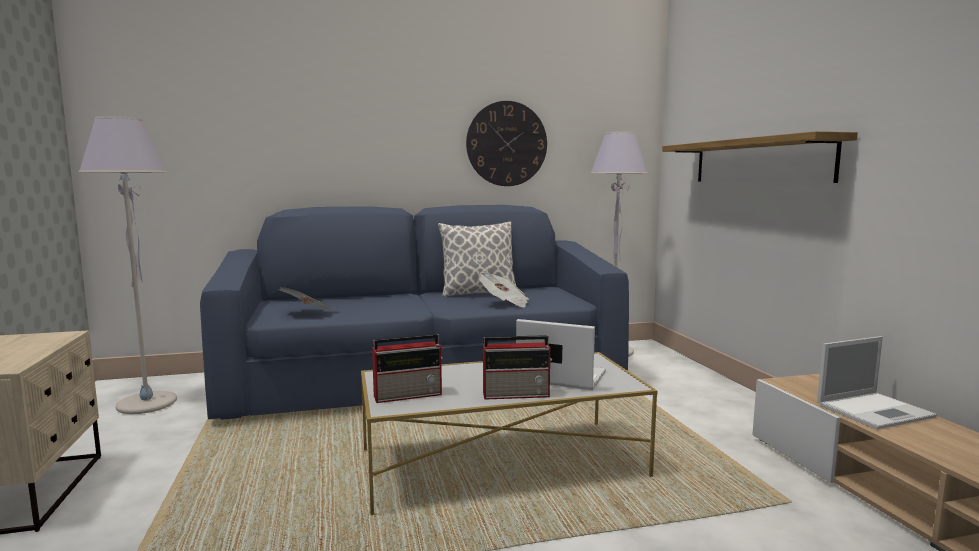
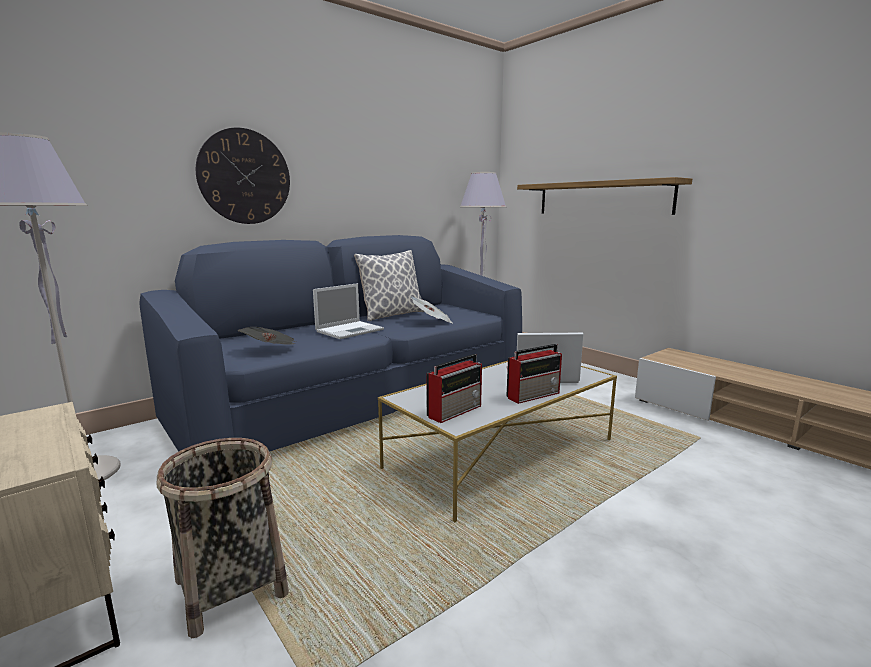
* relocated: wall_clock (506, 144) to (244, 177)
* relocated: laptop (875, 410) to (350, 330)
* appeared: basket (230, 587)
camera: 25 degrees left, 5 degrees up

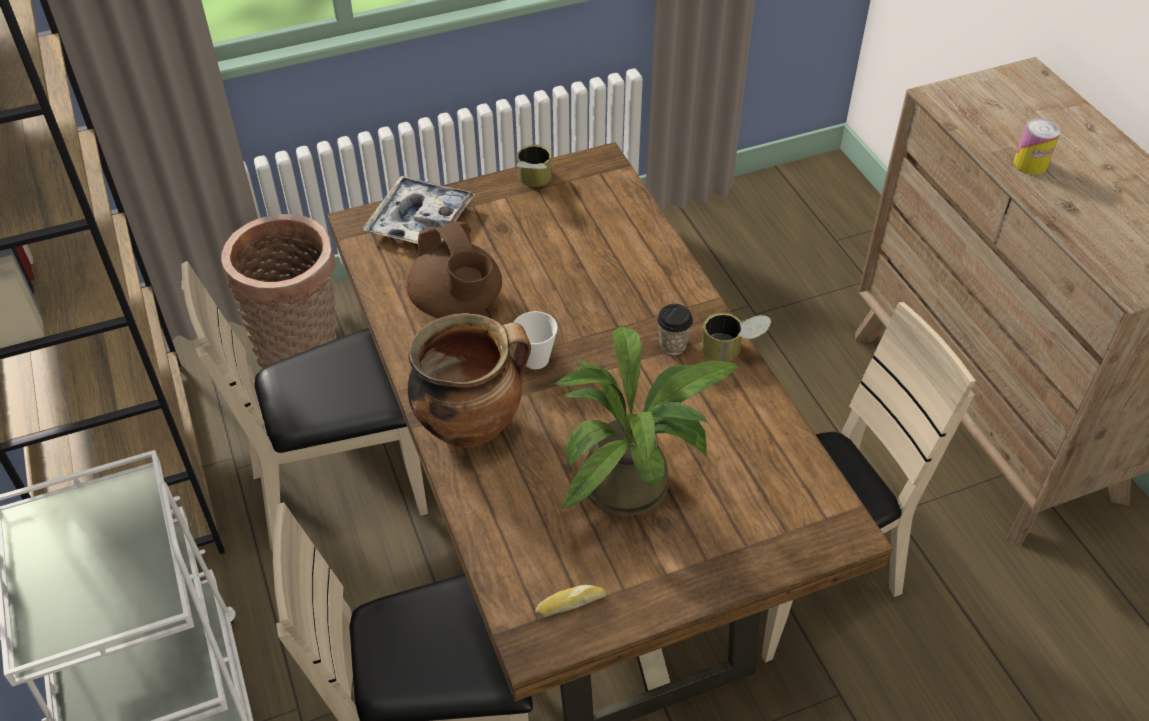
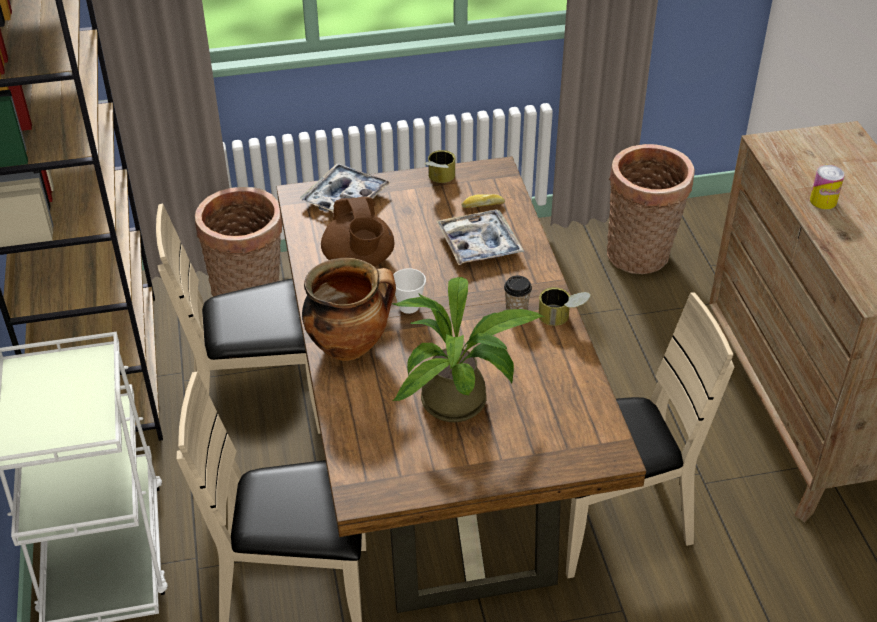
* relocated: bread (570, 604) to (482, 205)
* appeared: basket (641, 257)
* appeared: tray (479, 244)
camera: 10 degrees right, 5 degrees down

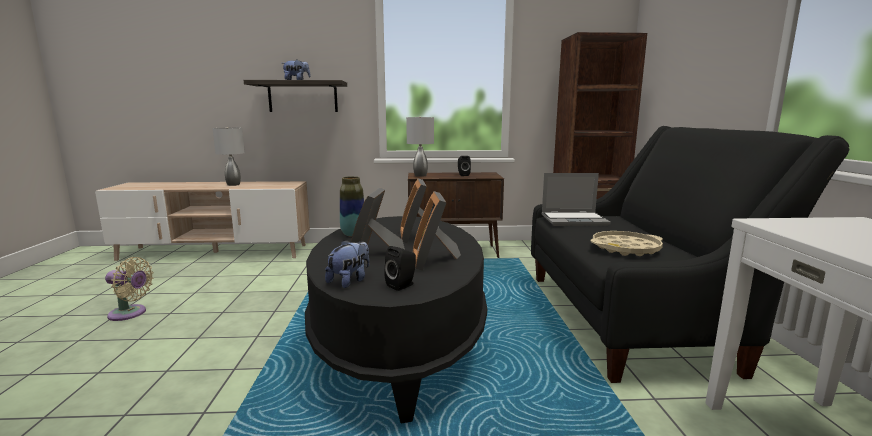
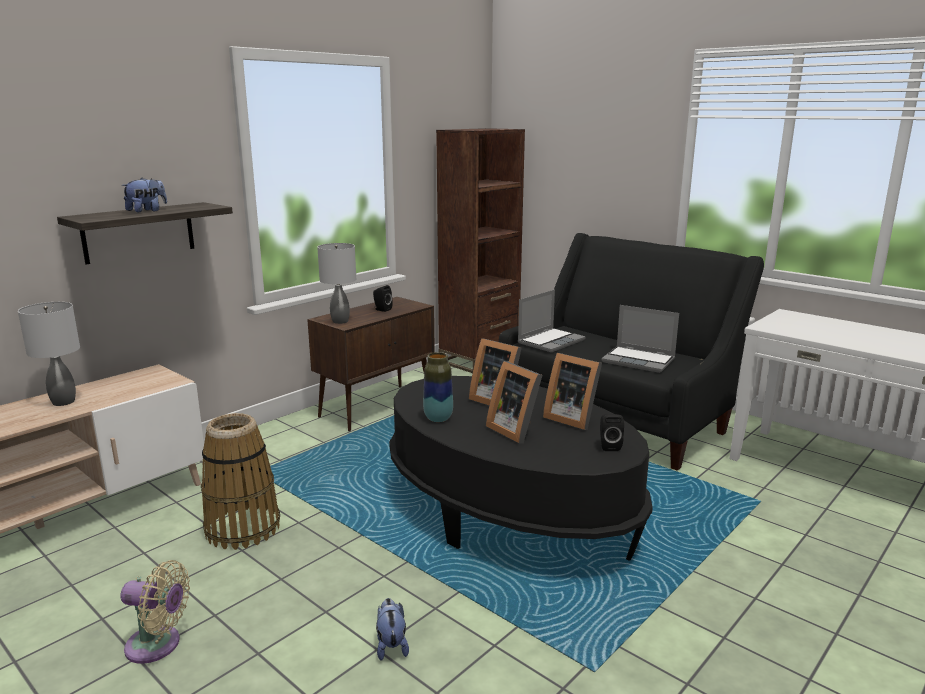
* exchanged: beige_tray (625, 248) to laptop (639, 361)
* relocated: plush_toy (350, 281) to (391, 645)
* spun: beige_fan (130, 314) = (158, 645) 45 degrees clockwise
* appeared: basket (243, 528)
camera: 45 degrees left, 5 degrees up

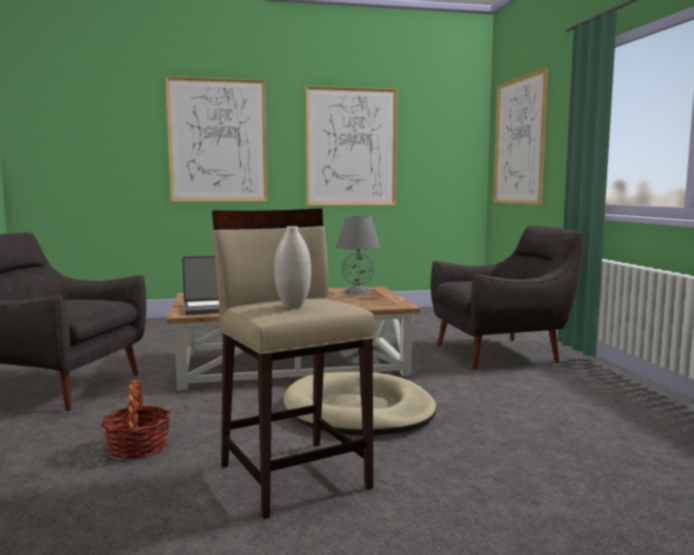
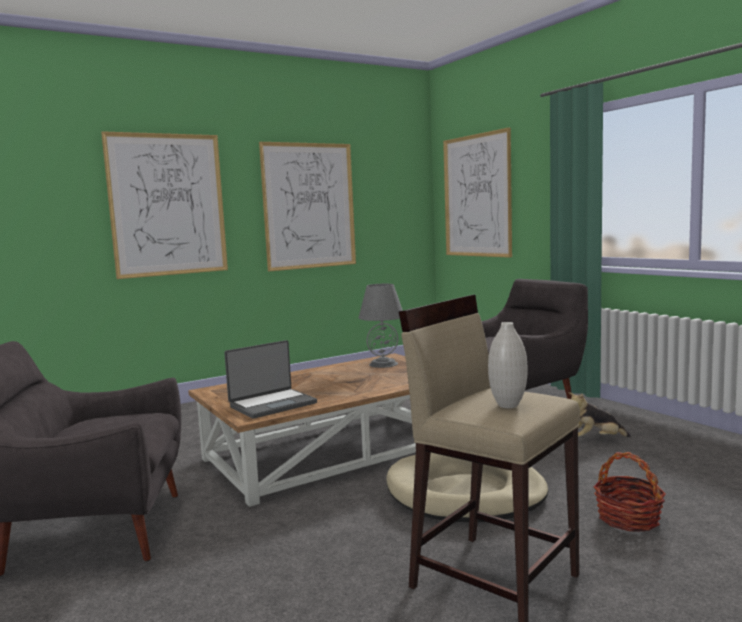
* relocated: basket (138, 447) to (628, 518)
* appeared: plush_toy (596, 439)
camera: 20 degrees left, 0 degrees up

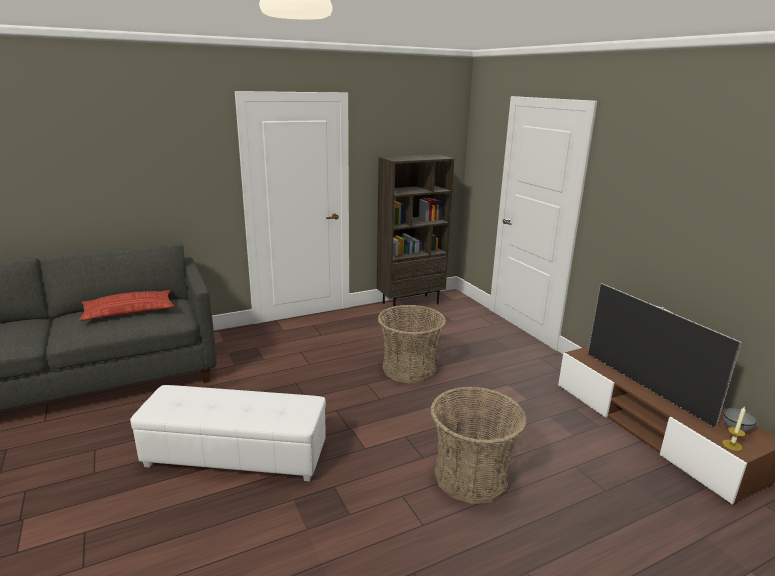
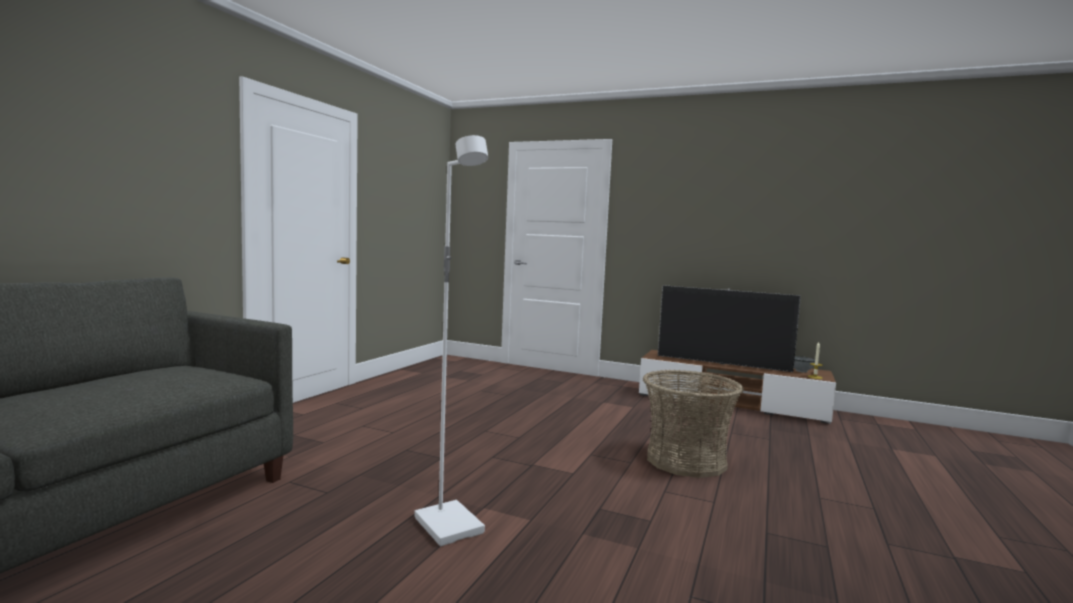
* missing: brown_bookcase (410, 303)
* missing: pillow (129, 311)
* missing: basket (409, 369)
* exchanged: white_ottoman (237, 455) to white_floor_lamp (450, 526)
camera: 40 degrees left, 15 degrees down

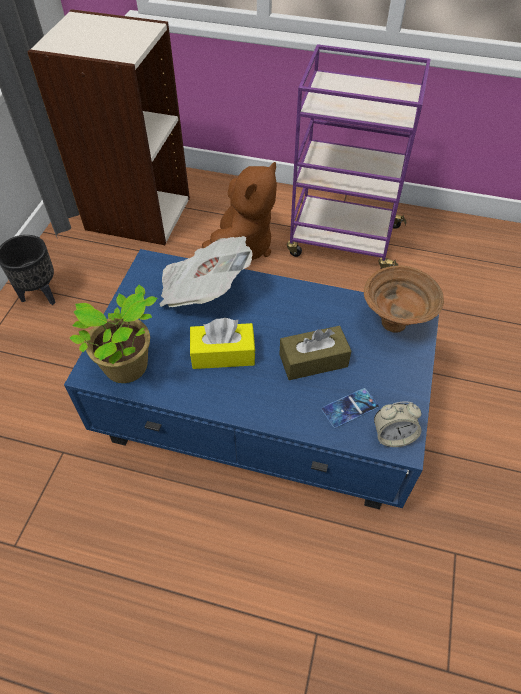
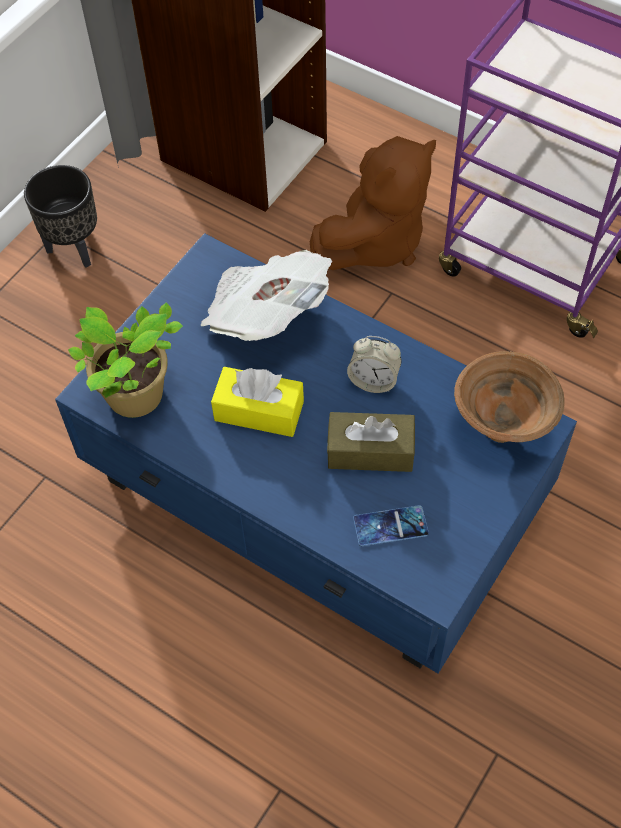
* relocated: alarm_clock (392, 436) to (374, 380)
camera: 20 degrees right, 5 degrees up

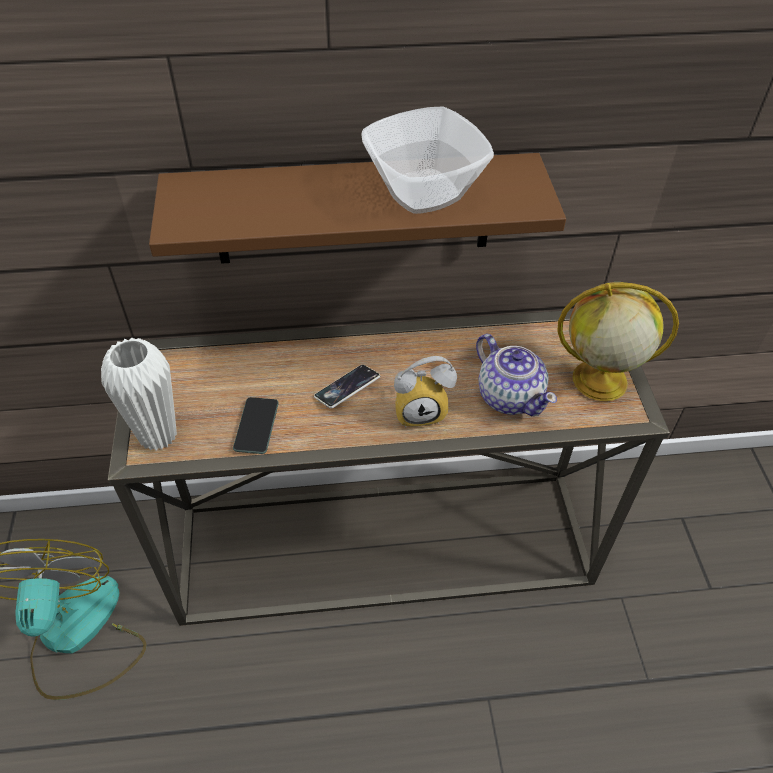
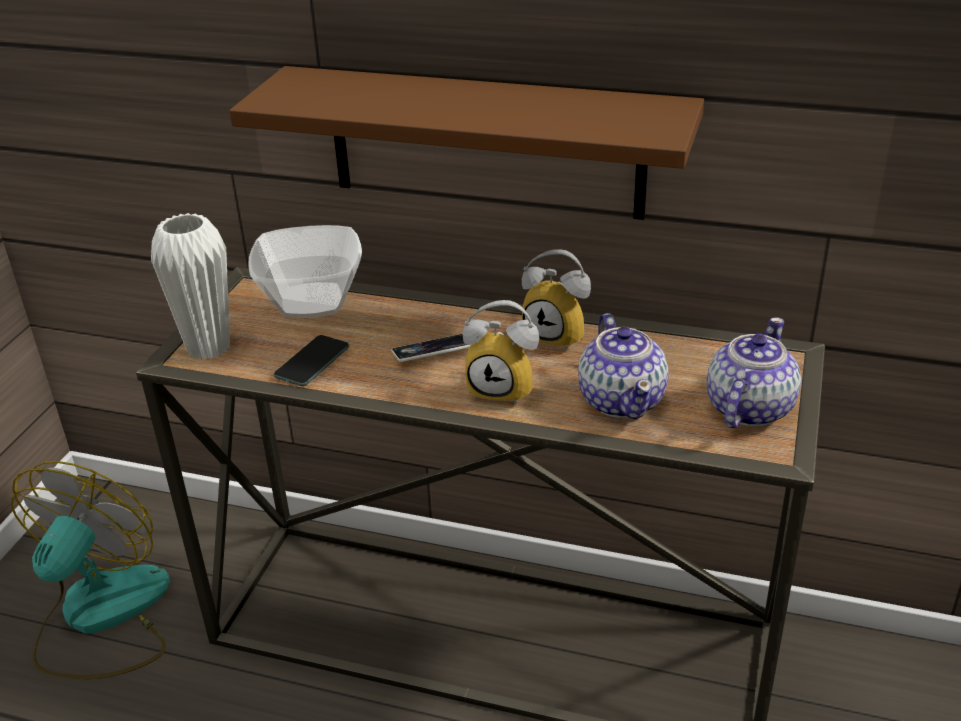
* relocated: bowl (423, 193) to (310, 302)
* exchanged: globe (597, 380) to teapot (748, 409)
* appeared: alarm_clock (559, 336)
camera: 25 degrees right, 15 degrees down

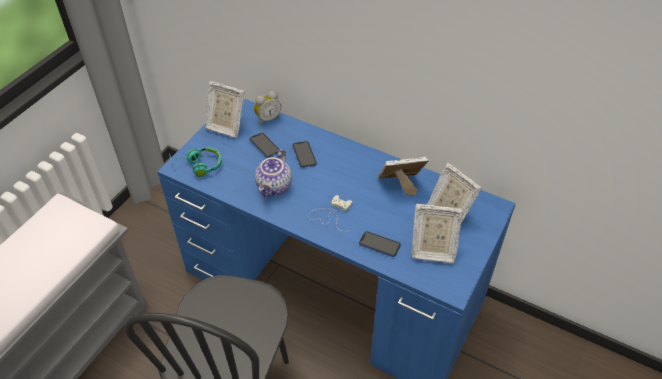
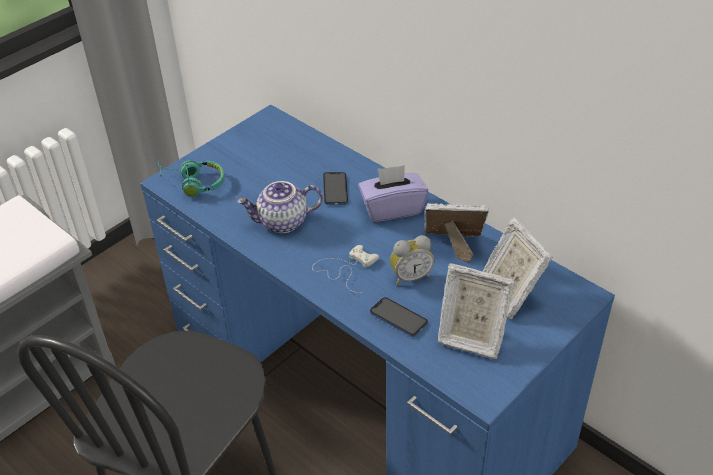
* missing: picture_frame (226, 126)
* relocated: alarm_clock (267, 118) to (410, 277)
* missing: phone (264, 146)
* spun: teapot (275, 187) = (282, 223) 45 degrees clockwise
* appeared: purple_tissue_box (392, 208)
camera: 15 degrees right, 5 degrees down

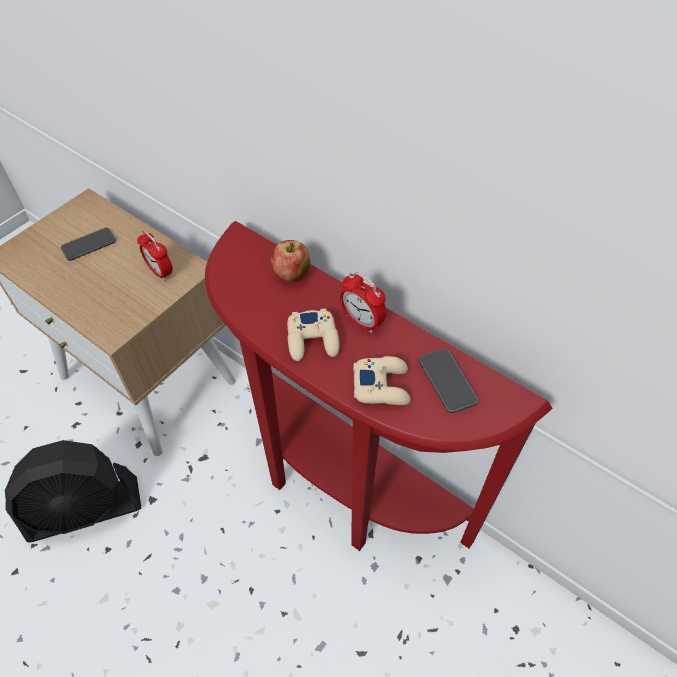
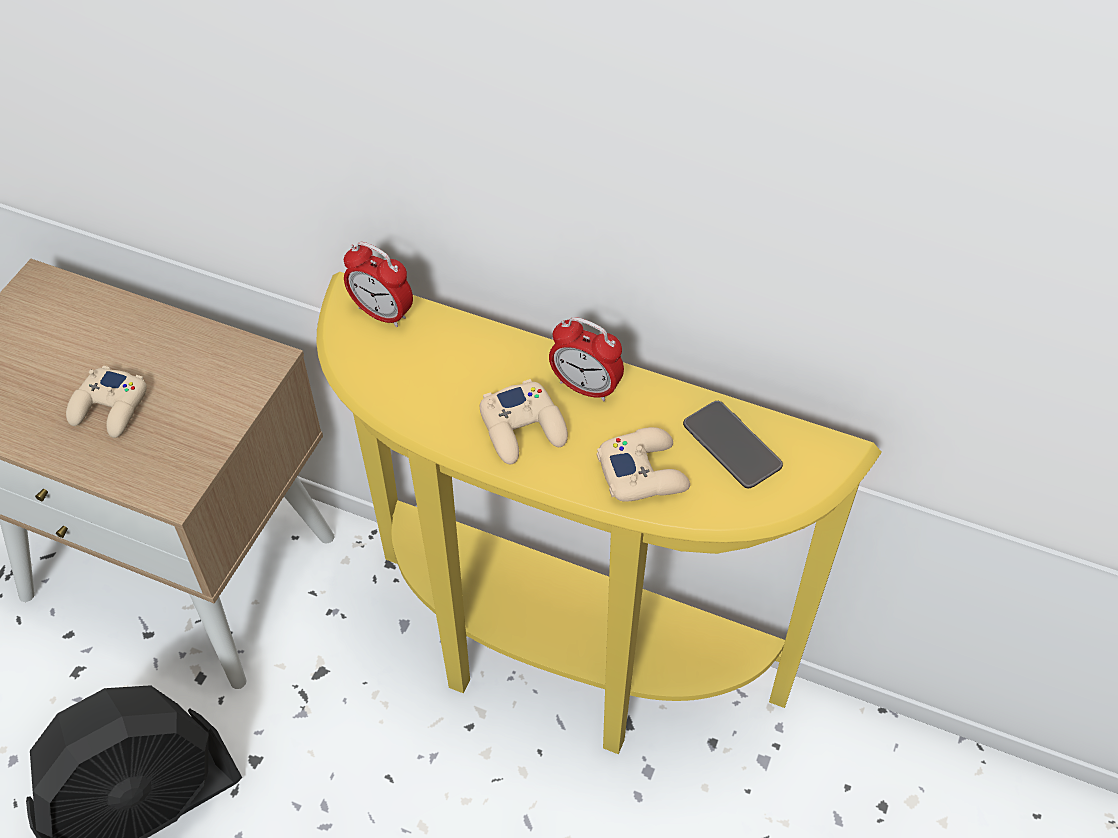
* colour: red_console_table (341, 488) to yellow_console_table (562, 666)
* missing: phone (89, 245)
* relocated: alarm_clock (160, 272) to (382, 313)
* missing: apple (291, 275)
* appeared: beige_game_controller (110, 408)
camera: 15 degrees left, 0 degrees up

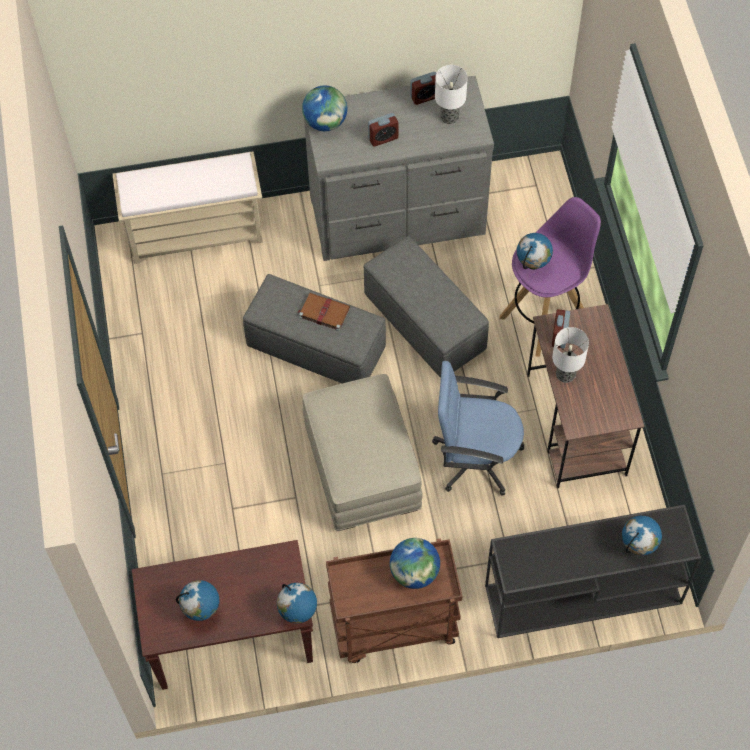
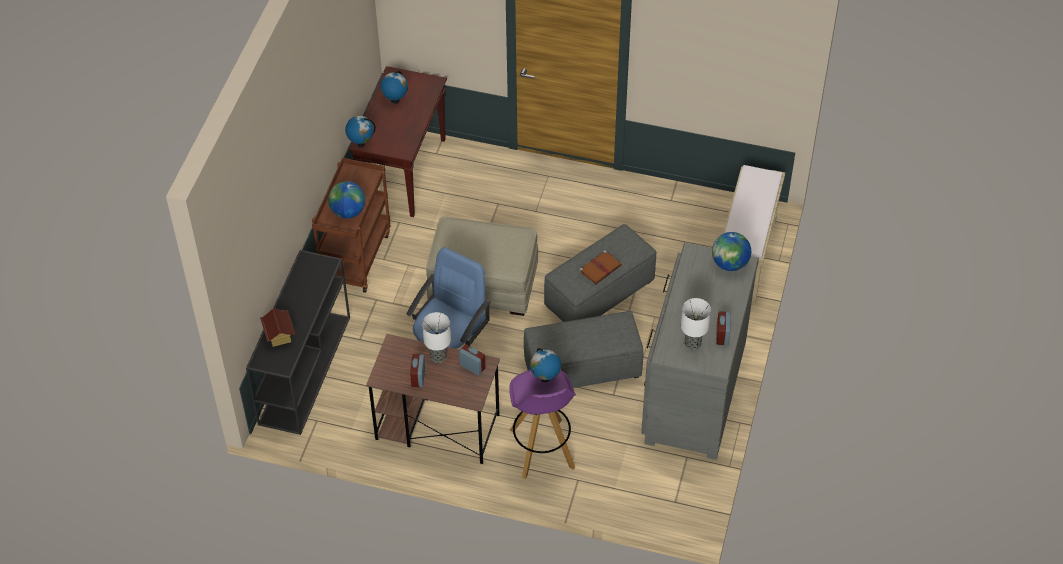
* relocated: alarm_clock (383, 138) to (418, 377)
* exchanged: globe (638, 547) to toy_house (279, 335)
camera: 115 degrees right, 10 degrees down

